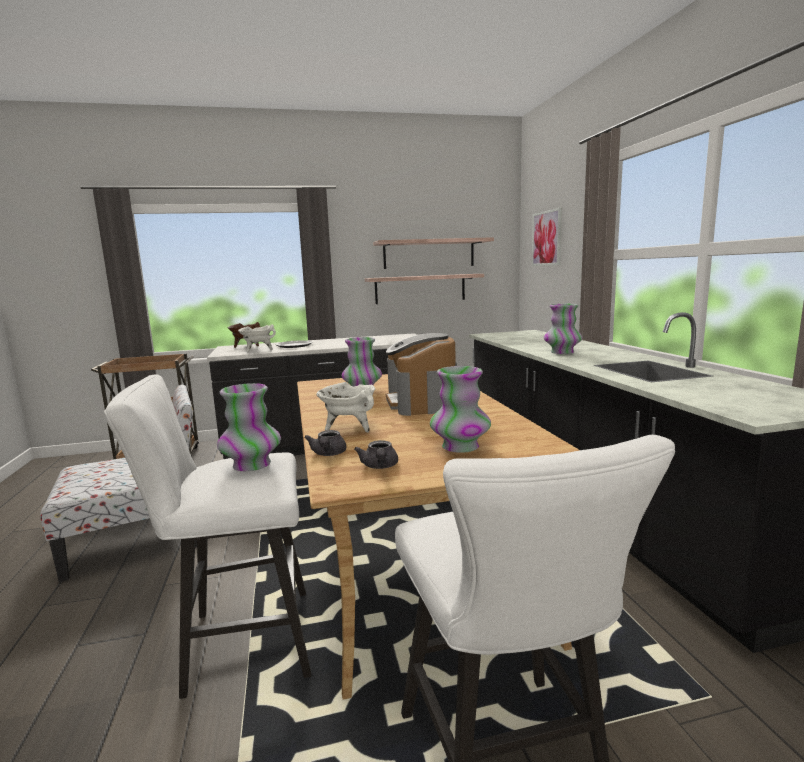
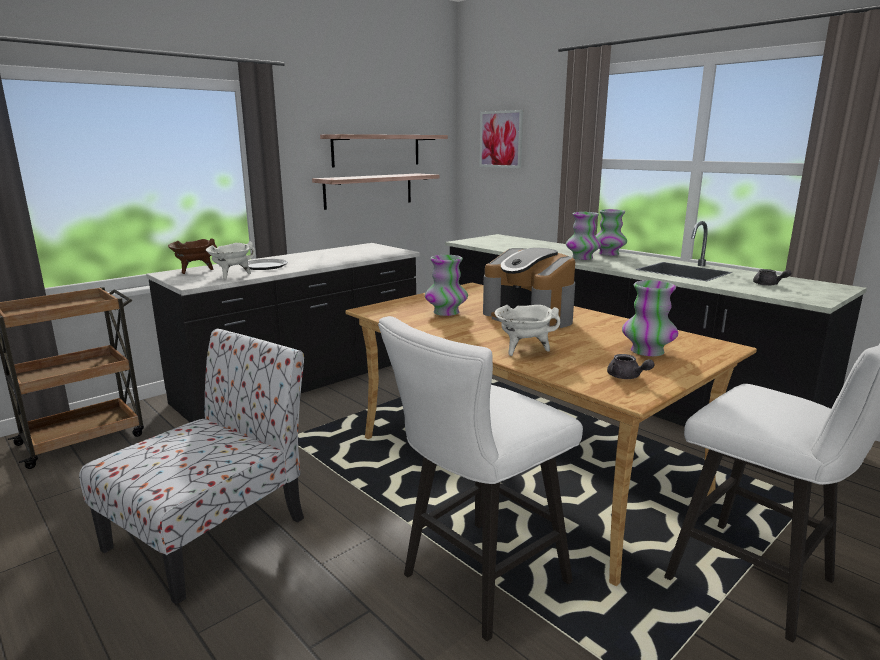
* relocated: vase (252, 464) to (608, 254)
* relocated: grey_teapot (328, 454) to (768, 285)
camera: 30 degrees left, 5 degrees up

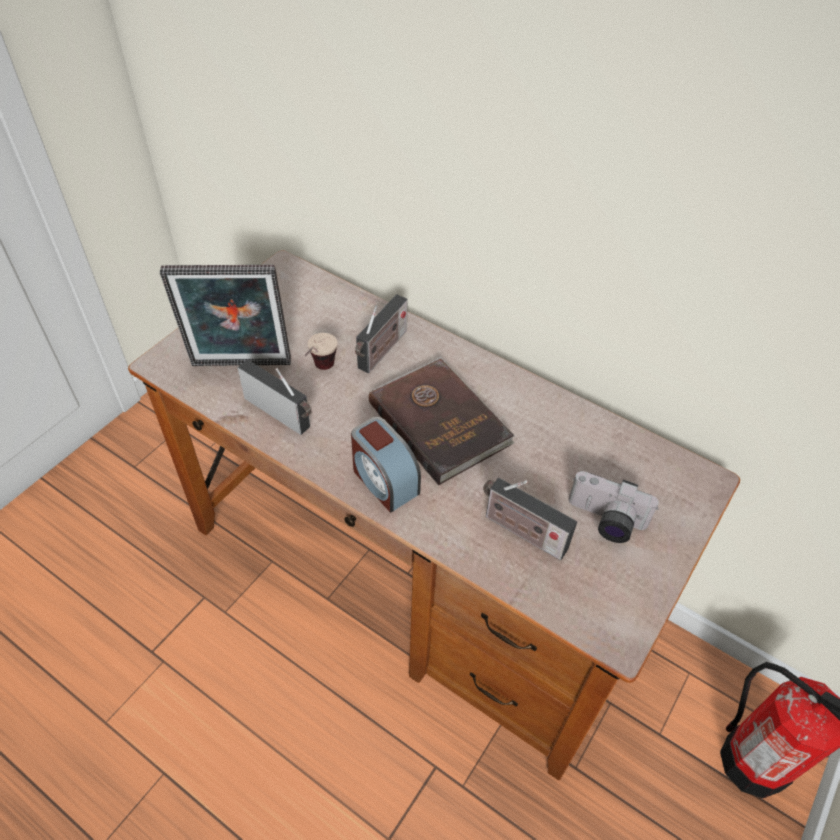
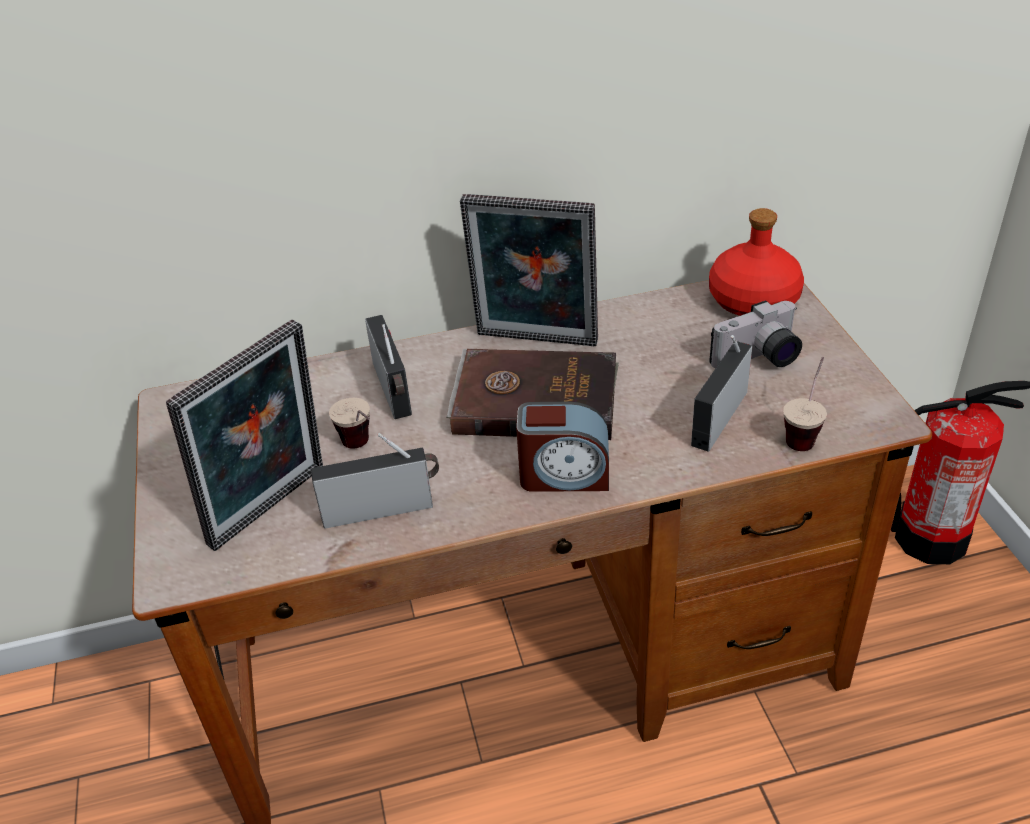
* spun: radio (521, 531) = (720, 415) 135 degrees clockwise
* appeared: picture_frame (535, 342)
* appeared: red_bottle (754, 301)
* appeared: cup (804, 432)
camera: 45 degrees left, 10 degrees down

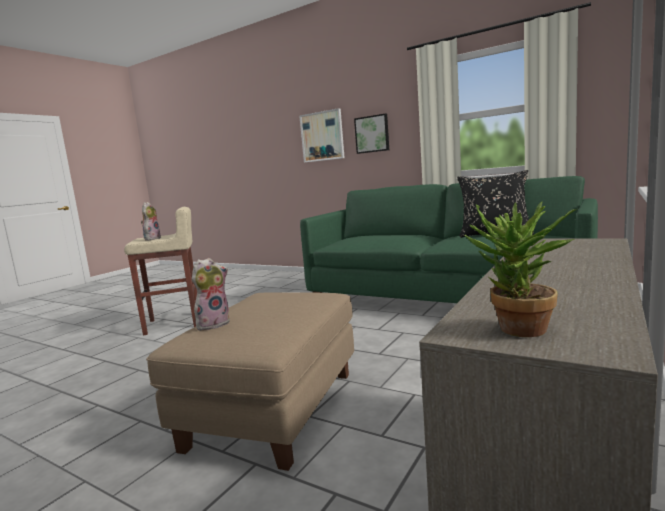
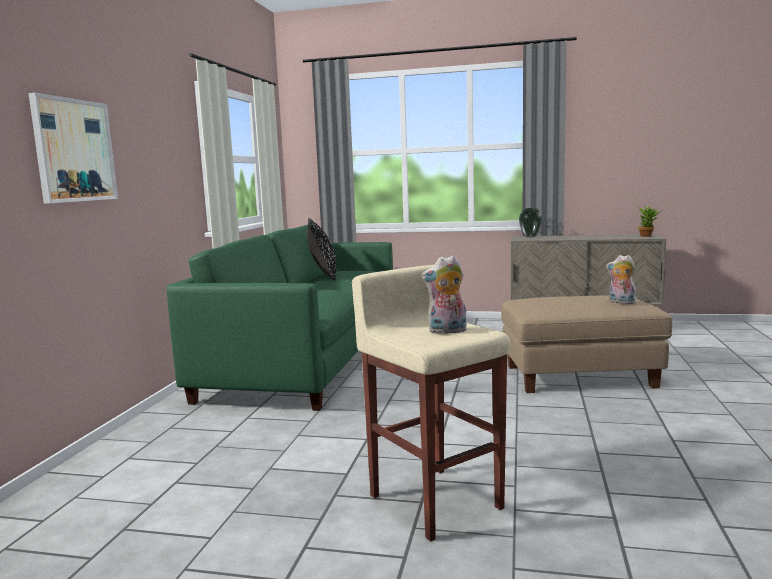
* missing: picture (372, 134)
* appeared: vase (530, 236)
camera: 110 degrees left, 0 degrees up

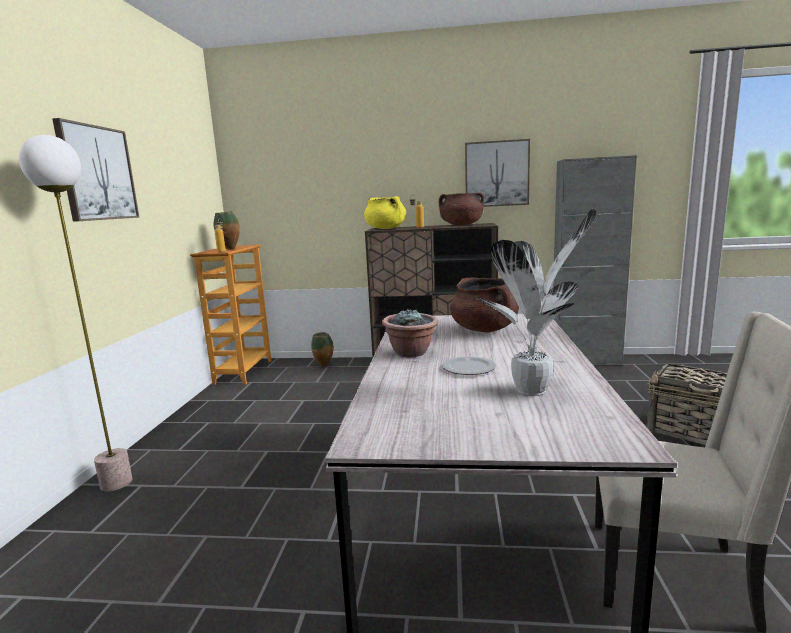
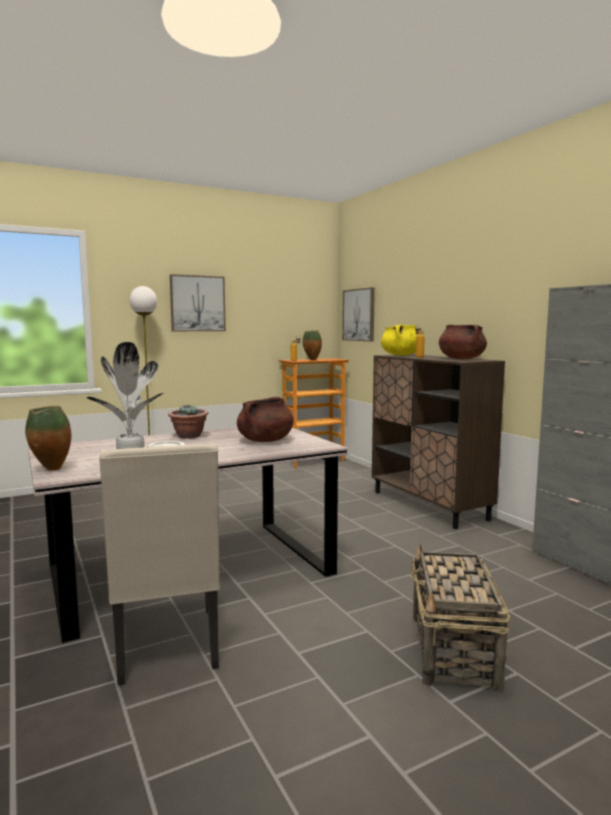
* relocated: picture (496, 174) to (359, 315)
* relocated: vase (324, 366) to (51, 470)
camera: 55 degrees right, 5 degrees down

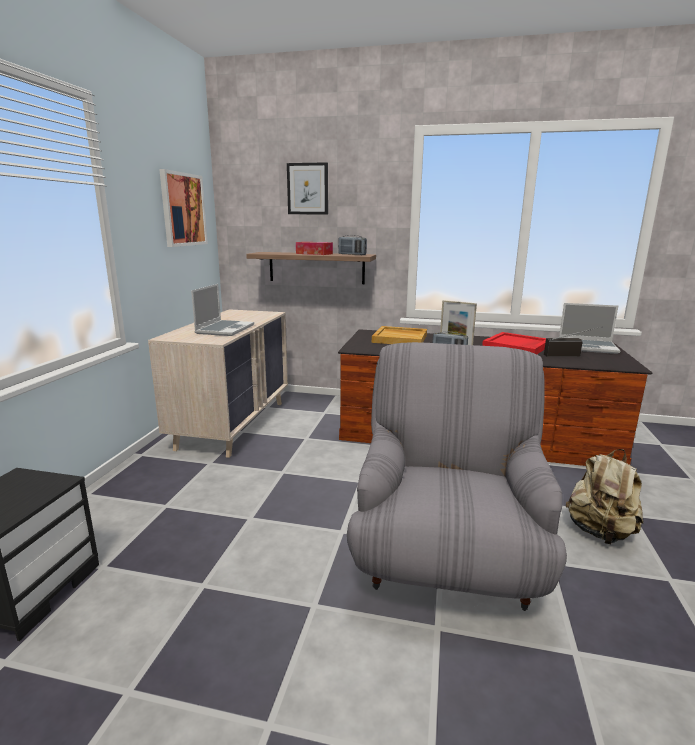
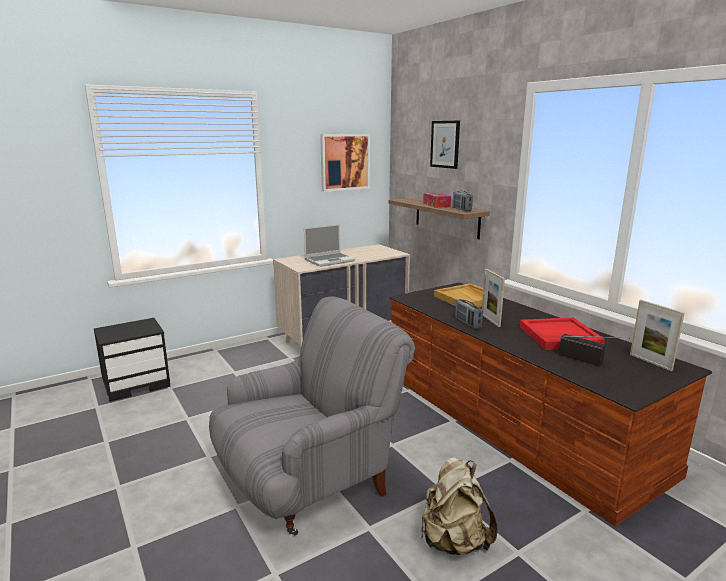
* exchanged: laptop (588, 347) to picture_frame (650, 362)
camera: 45 degrees right, 0 degrees up

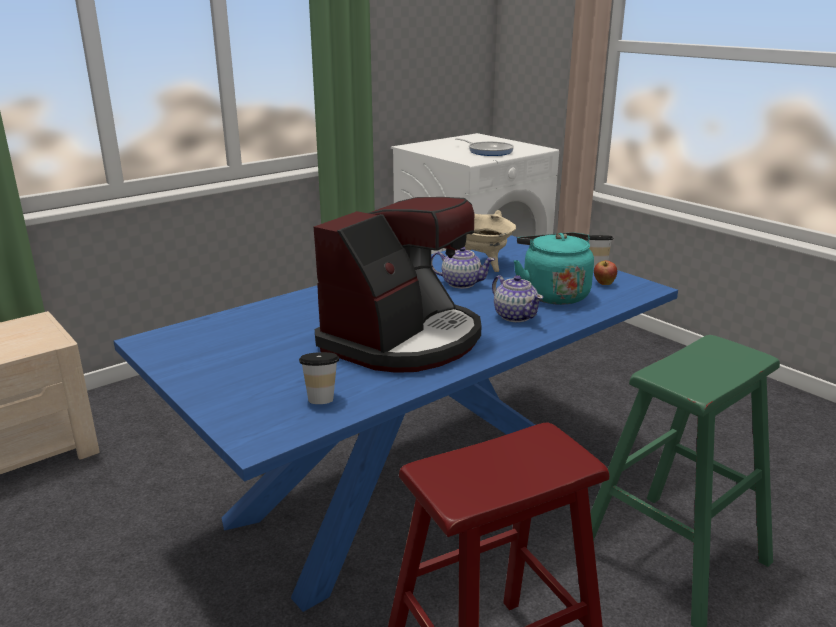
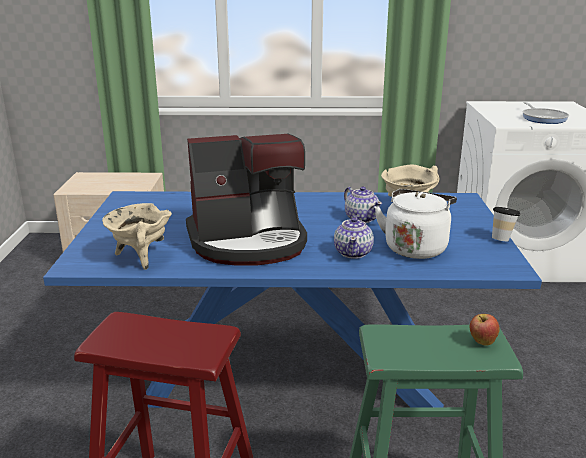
* colour: turquoise_kettle (552, 294) to white_kettle (415, 247)
* relocated: apple (604, 283) to (482, 342)
* exchanged: cup (321, 398) to beige_cooking_pot (140, 257)
camera: 40 degrees right, 0 degrees up

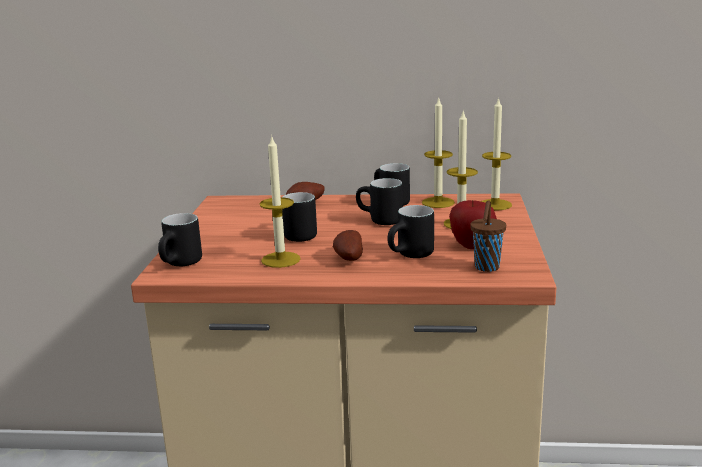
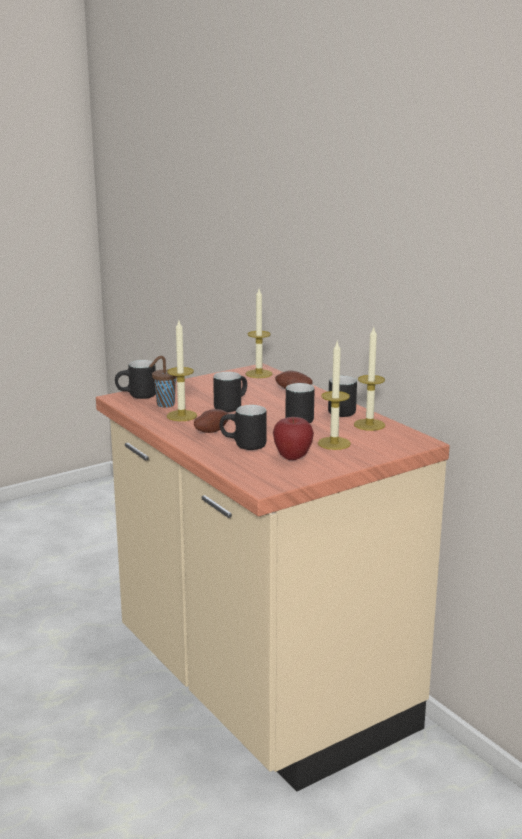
* relocated: candle (495, 205) to (259, 374)
* relocated: brown_cup (486, 268) to (164, 405)
camera: 50 degrees right, 0 degrees up

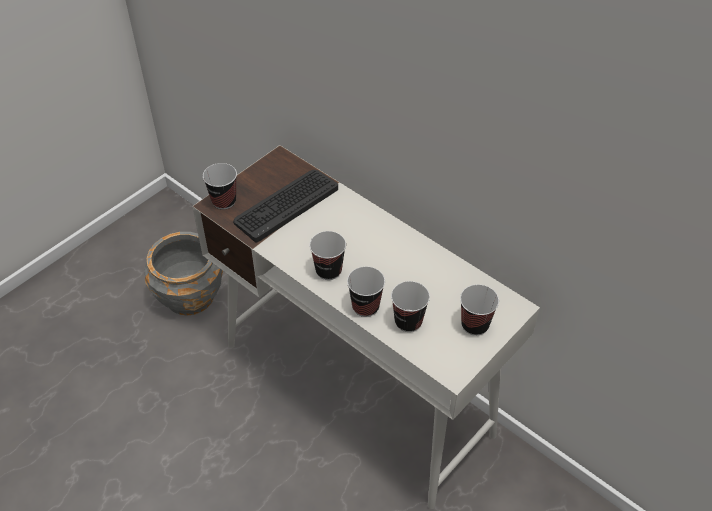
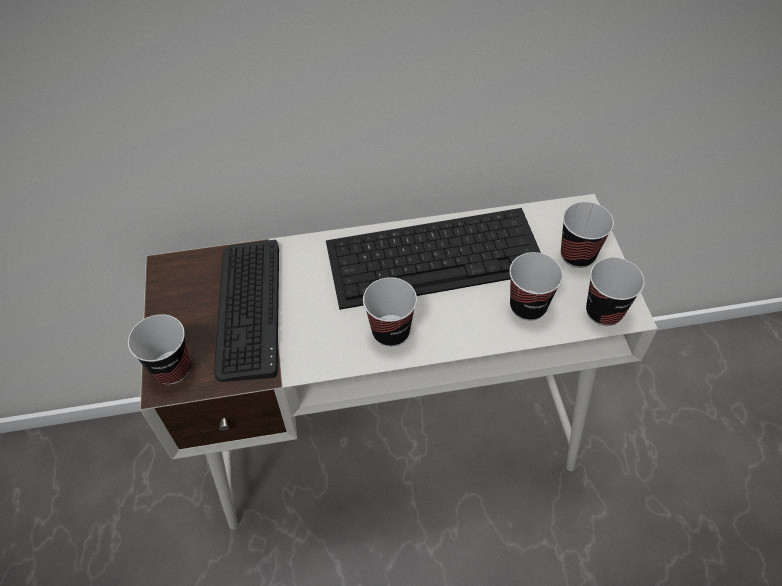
* missing: grey_planter (189, 296)
* relocated: cup (365, 307) to (604, 312)
* appeared: keyboard (436, 255)
camera: 50 degrees left, 5 degrees up

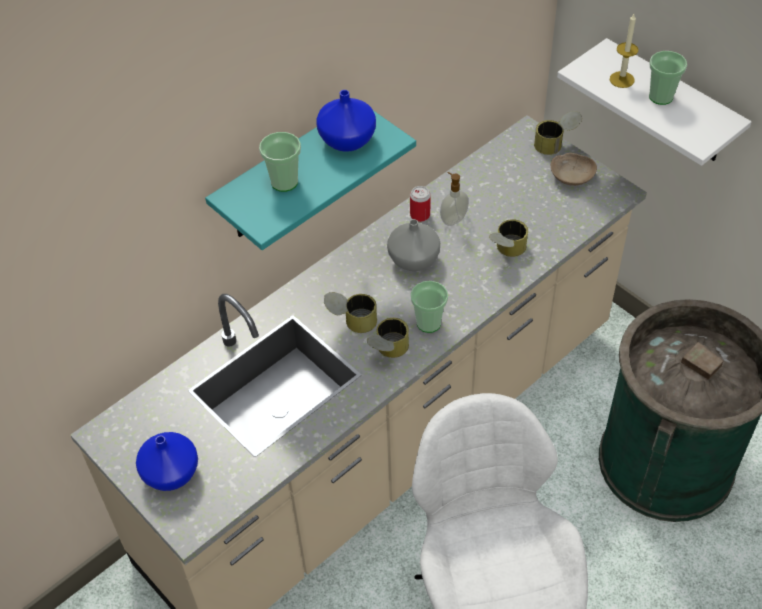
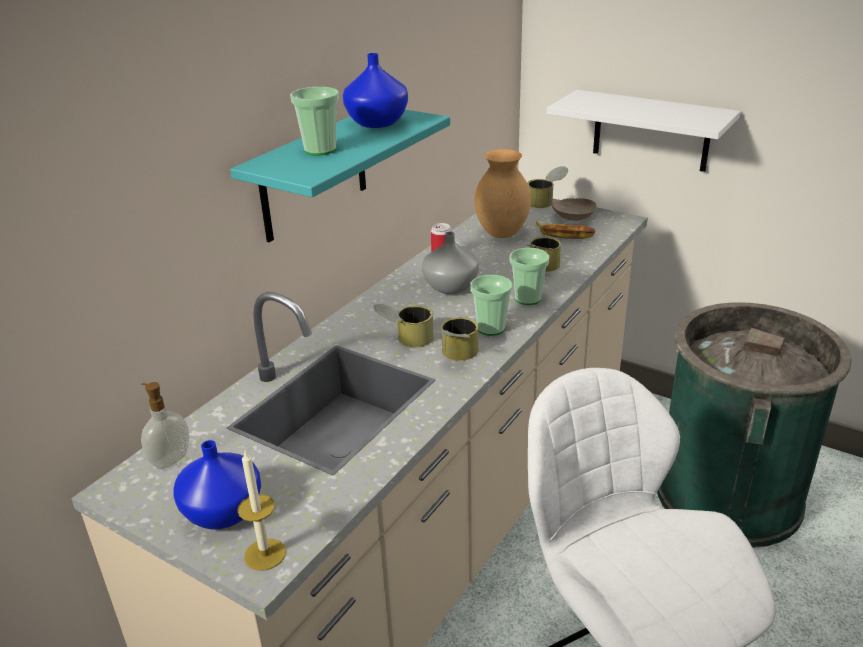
* relocated: candle (622, 79) to (265, 554)
* relocated: cup (661, 97) to (527, 298)
* relocated: soap_dispenser (453, 219) to (170, 459)
* appeared: brown_vase (503, 233)
* appeared: banana (564, 234)
camera: 15 degrees left, 20 degrees down

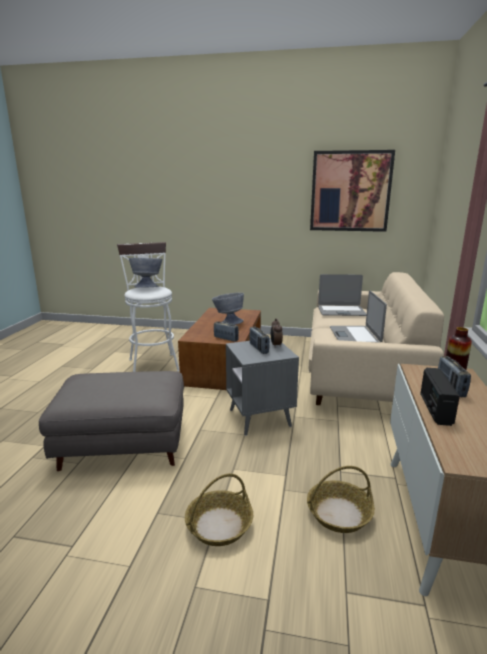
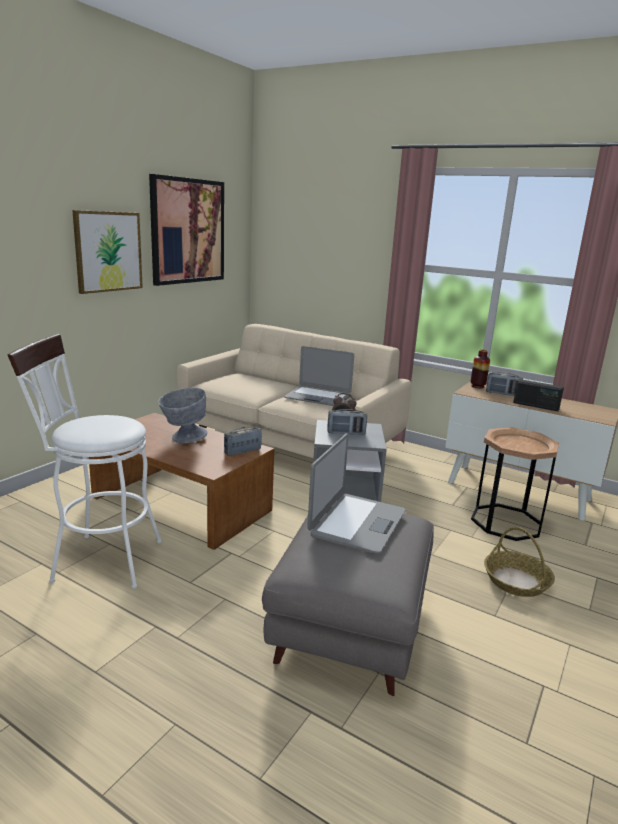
* missing: grey_bowl (147, 287)
* relocated: laptop (341, 311) to (356, 523)
* exchanged: basket (339, 513) to brown_side_table (506, 522)
* appeared: picture (108, 251)
camera: 70 degrees left, 0 degrees up

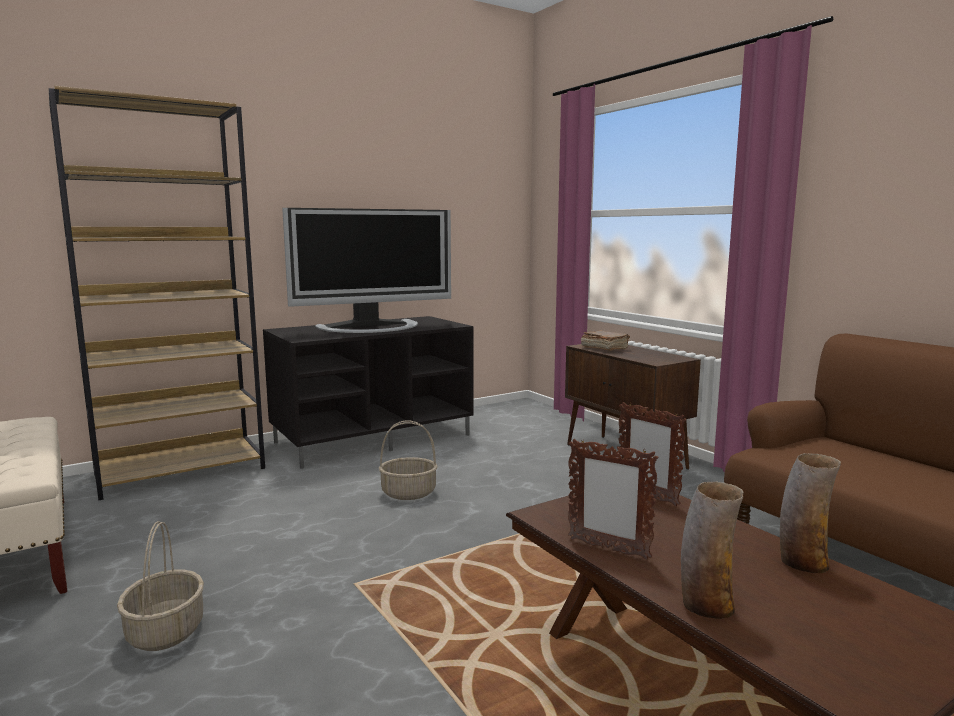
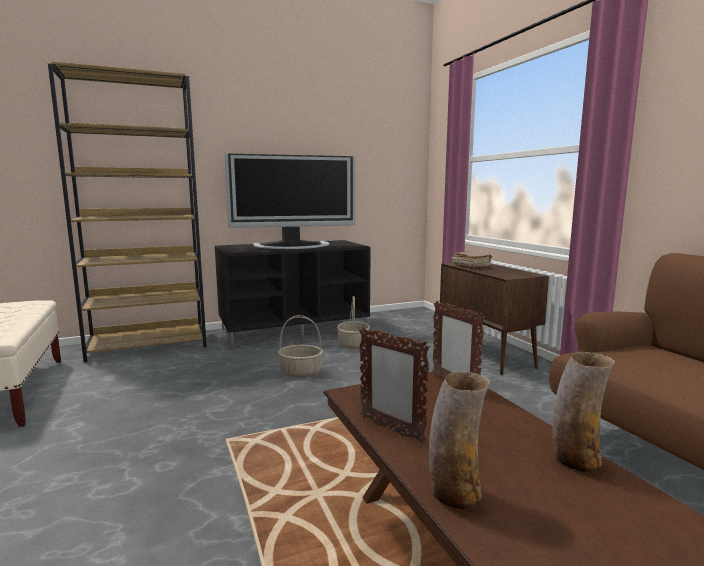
* relocated: basket (165, 631) to (353, 344)
camera: 10 degrees right, 0 degrees up

